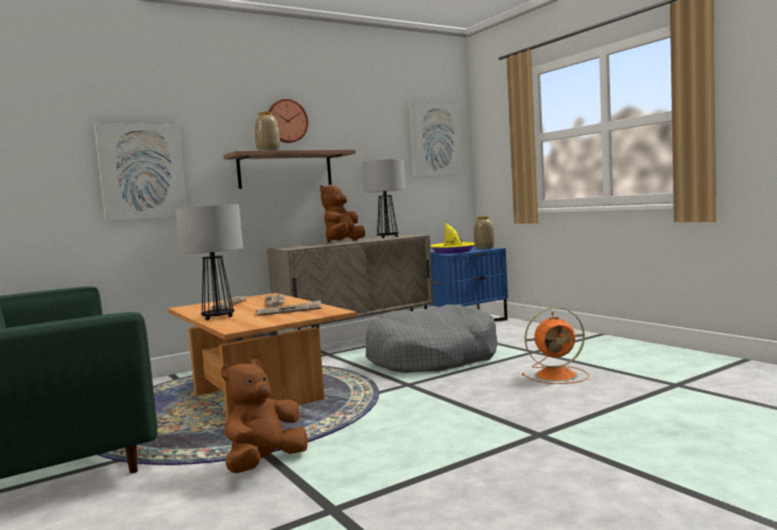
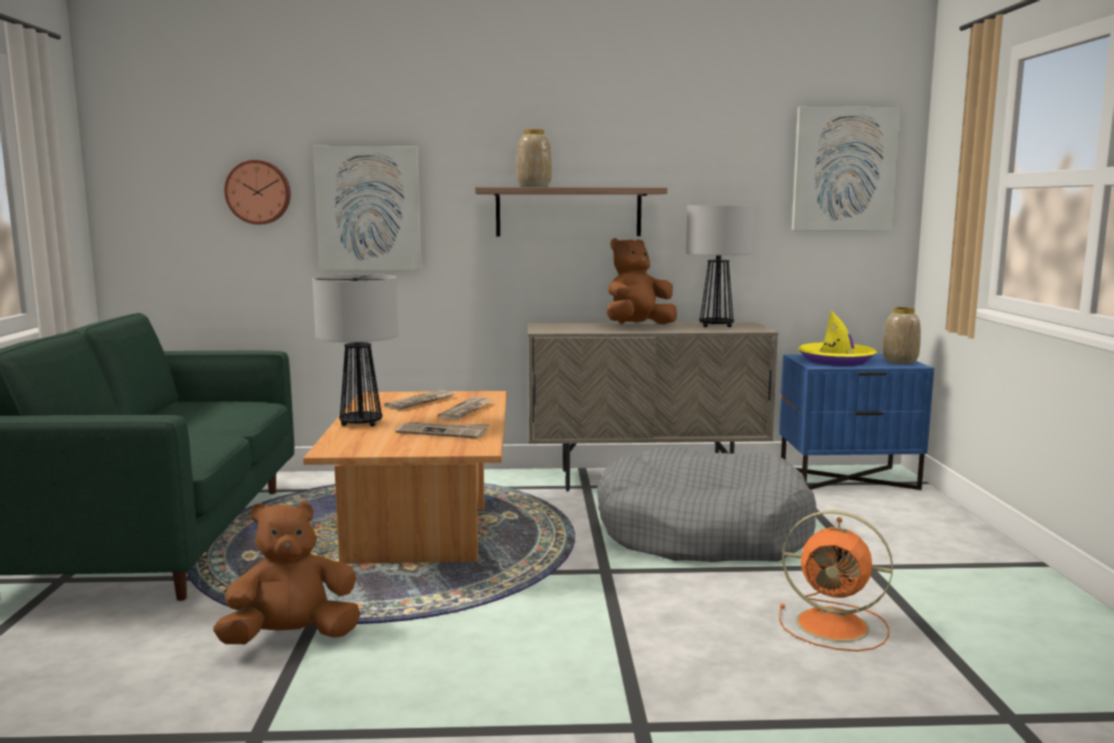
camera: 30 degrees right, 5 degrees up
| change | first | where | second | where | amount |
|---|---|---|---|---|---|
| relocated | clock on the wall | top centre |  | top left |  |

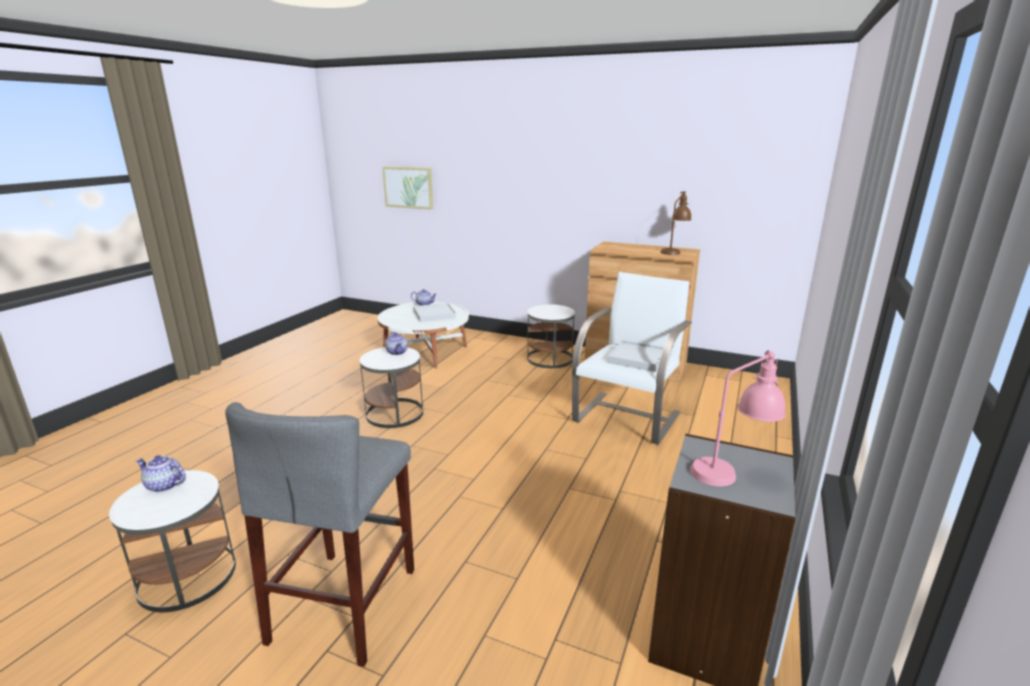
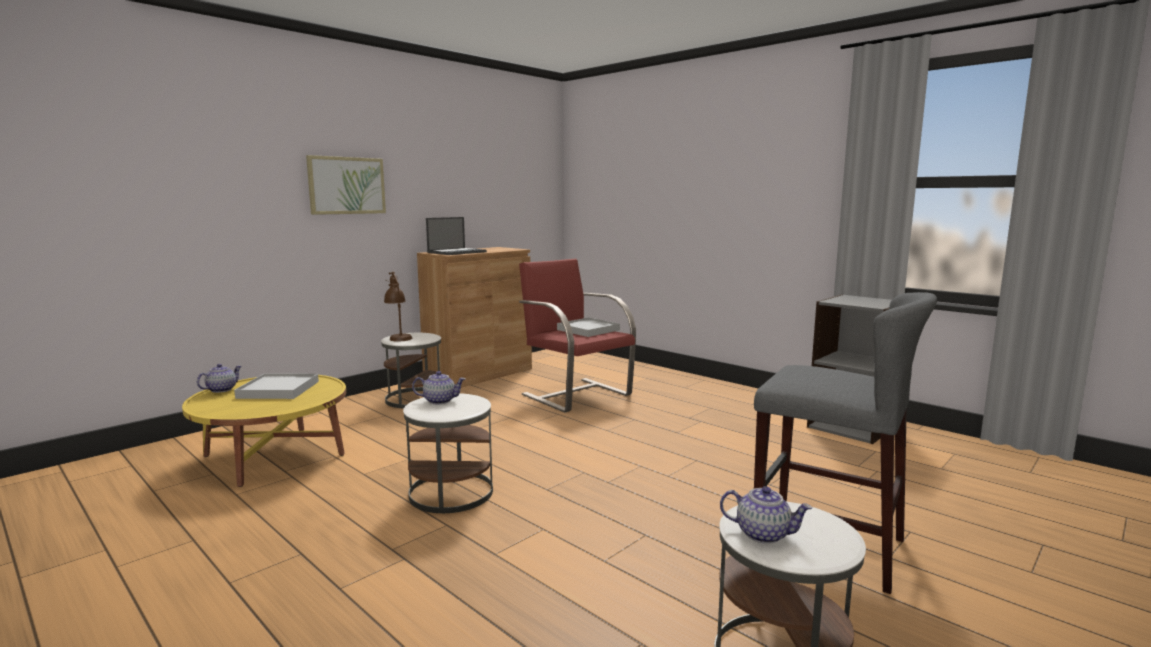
camera: 70 degrees left, 10 degrees down
| change | first | where | second | where | amount |
|---|---|---|---|---|---|
| missing | pink table lamp | middle right |  |  |  |
| appeared |  |  | notebook computer | centre |  |
| relocated | wall art | top centre |  | top left |  |
| relocated | brown table lamp | top centre |  | centre |  |
| colour | white-coloured coffee table | centre | yellow coffee table | middle left |  |
| colour | white-coloured easy chair | centre | reddish easy chair | centre |  |
| spun | tea pot (no. 1 from left in the first image) | bottom left | tea pot (no. 3 from left) | bottom centre | 105 degrees counterclockwise |

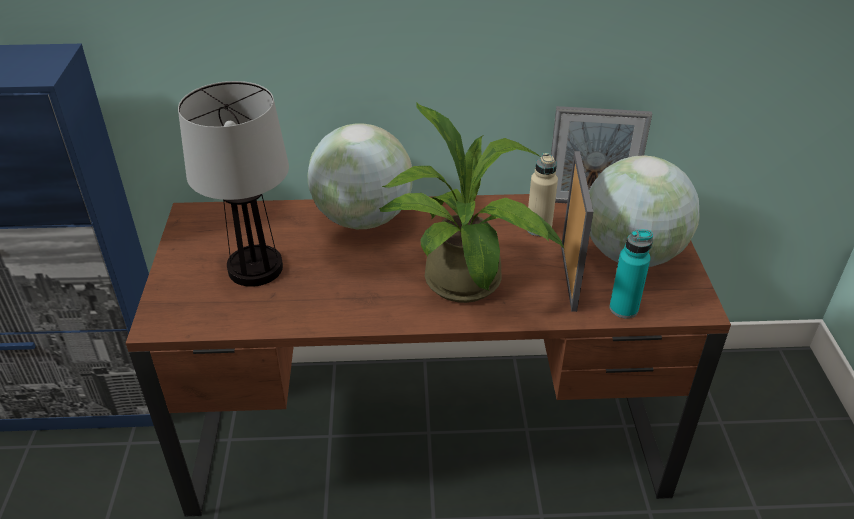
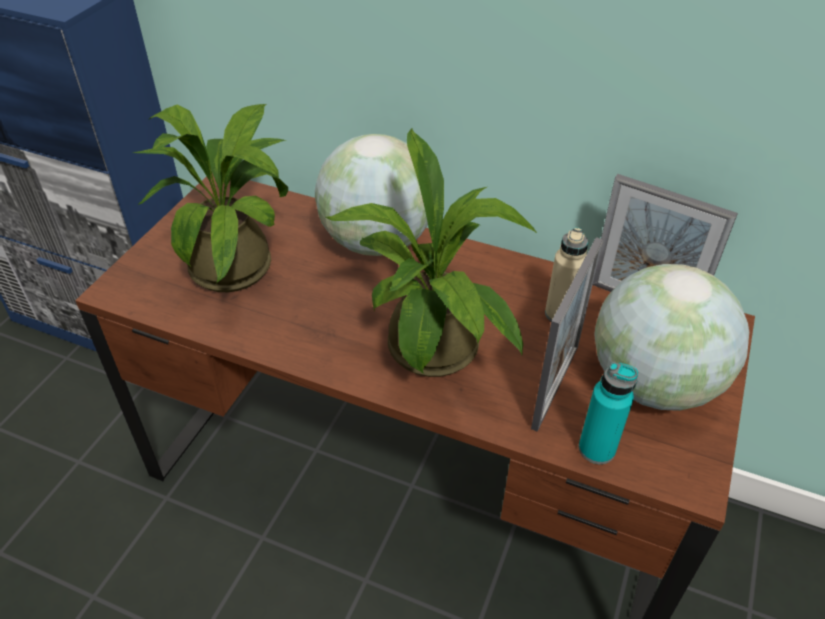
camera: 25 degrees right, 5 degrees up
| change | first | where | second | where | amount |
|---|---|---|---|---|---|
| exchanged | table lamp | middle left | plant in a pot (no. 1 from left) | top left |  |

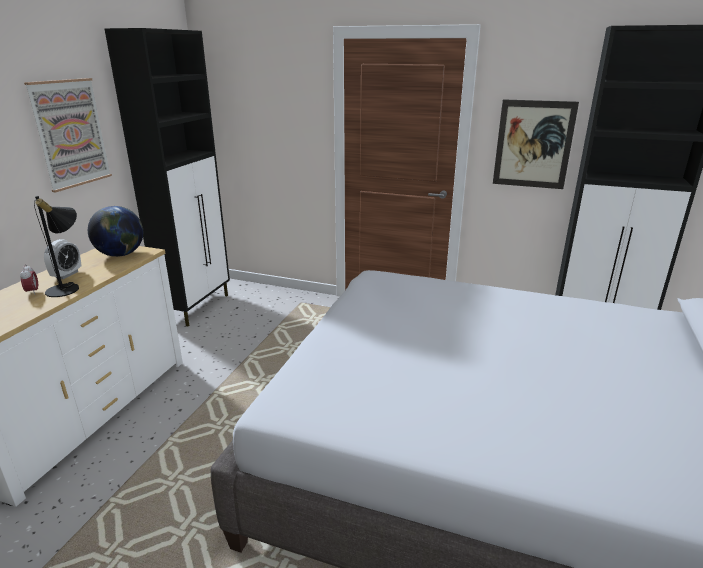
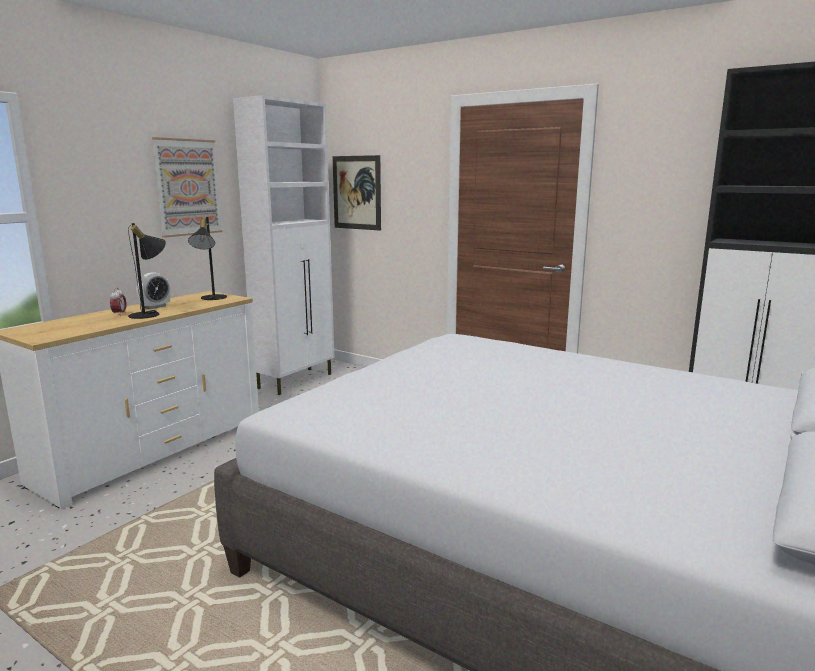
camera: 15 degrees right, 10 degrees down
| change | first | where | second | where | amount |
|---|---|---|---|---|---|
| relocated | wall art (no. 2 from left) | top right |  | top centre |  |
| exchanged | desk globe | middle left | blackish table lamp (no. 2 from left) | middle left |  |
| colour | blackish cabinet (no. 1 from left) | top left | white-coloured cabinet | centre |  |

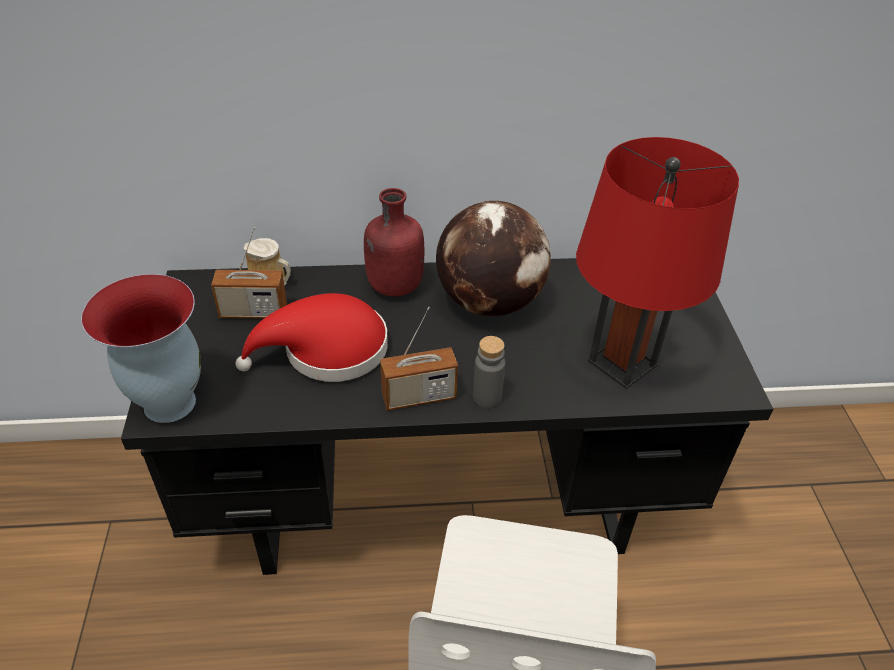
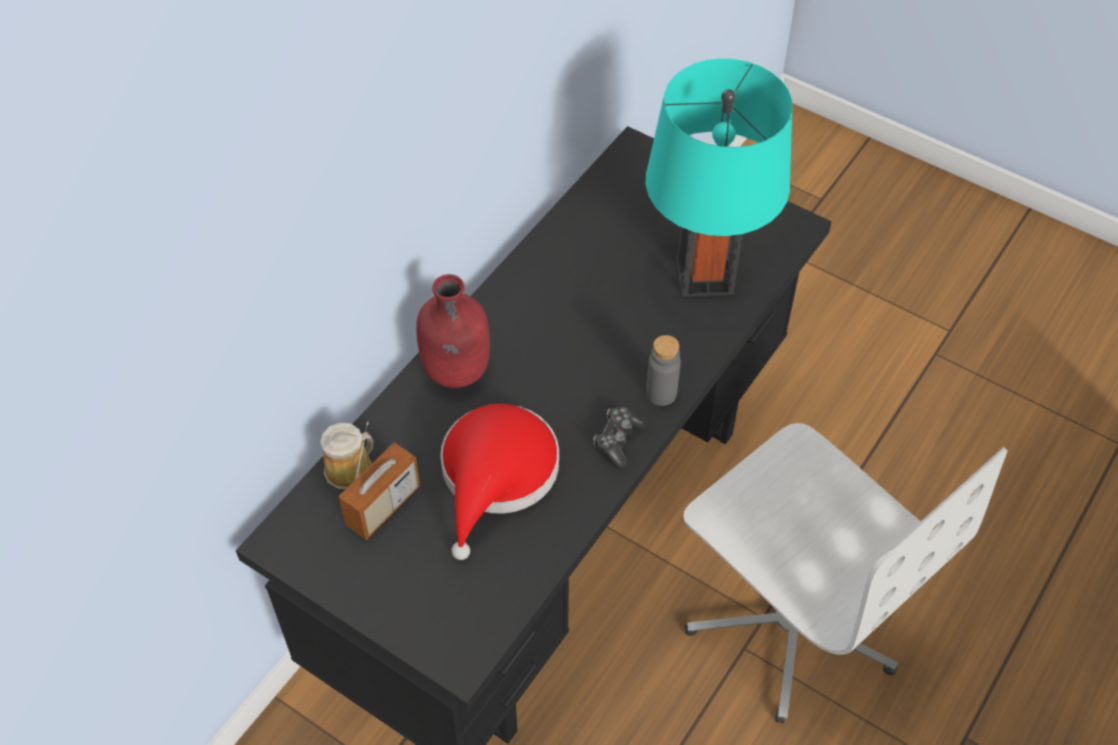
camera: 50 degrees left, 10 degrees up
| change | first | where | second | where | amount |
|---|---|---|---|---|---|
| missing | vase | middle left |  |  |  |
| missing | desk globe | centre |  |  |  |
| exchanged | radio receiver (no. 2 from left) | centre | joypad | centre |  |
| colour | reddish table lamp | middle right | turquoise-coloured table lamp | top centre |  |

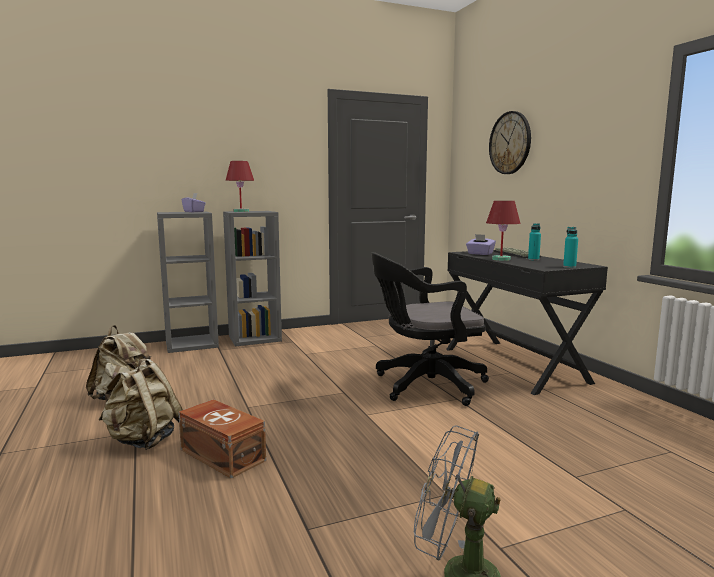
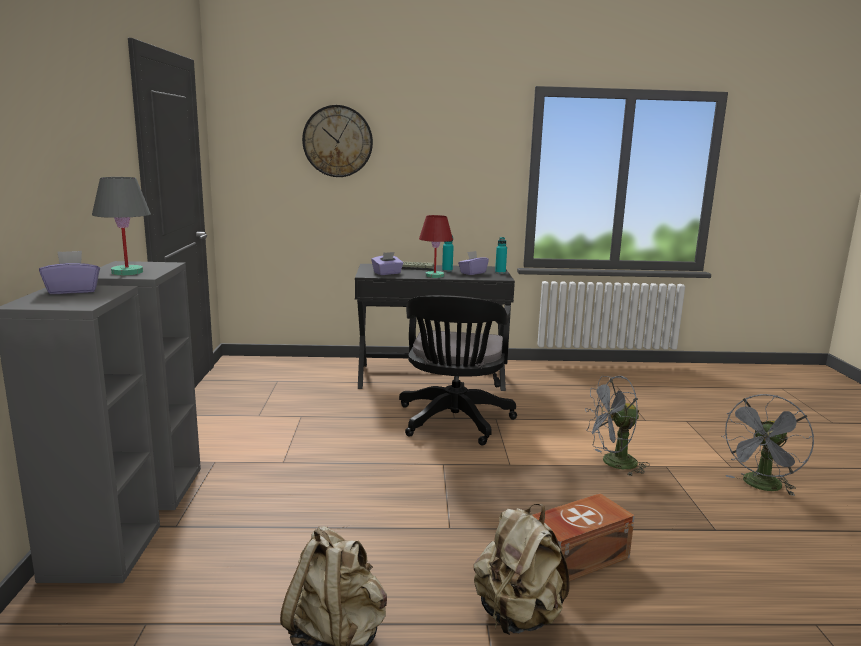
camera: 70 degrees left, 5 degrees up
| change | first | where | second | where | amount |
|---|---|---|---|---|---|
| appeared |  |  | purple-coloured tissue holder (no. 3 from left) | centre |  |
| appeared |  |  | gray electric fan (no. 1 from left) | middle right |  |
| colour | reddish table lamp (no. 1 from left) | top centre | gray table lamp | middle left |  |

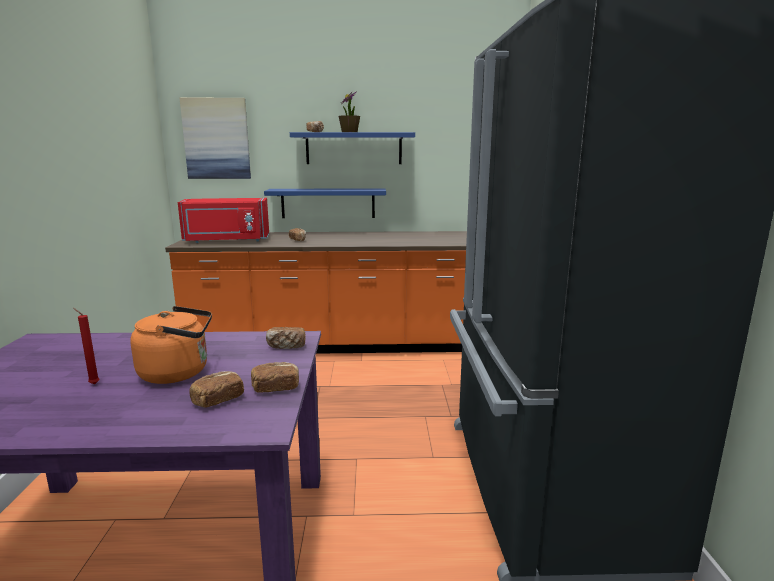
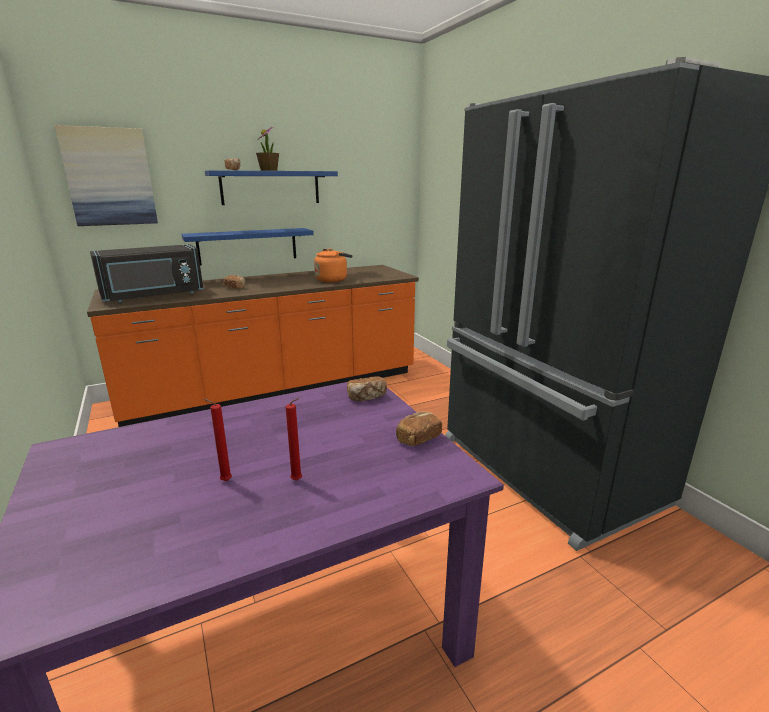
camera: 25 degrees left, 5 degrees up
| change | first | where | second | where | amount |
|---|---|---|---|---|---|
| missing | bakery bread (no. 1 from left) | bottom left |  |  |  |
| appeared |  |  | reddish candle (no. 2 from left) | centre |  |
| relocated | orange-coloured kettle | middle left |  | centre |  |
| colour | reddish microwave | middle left | blackish microwave | middle left |  |

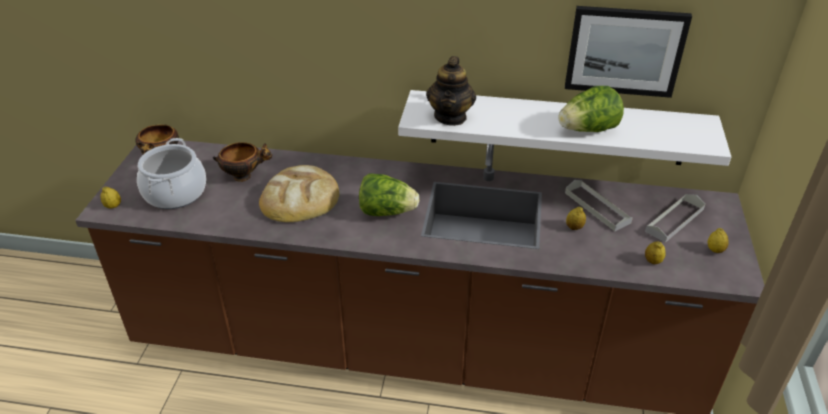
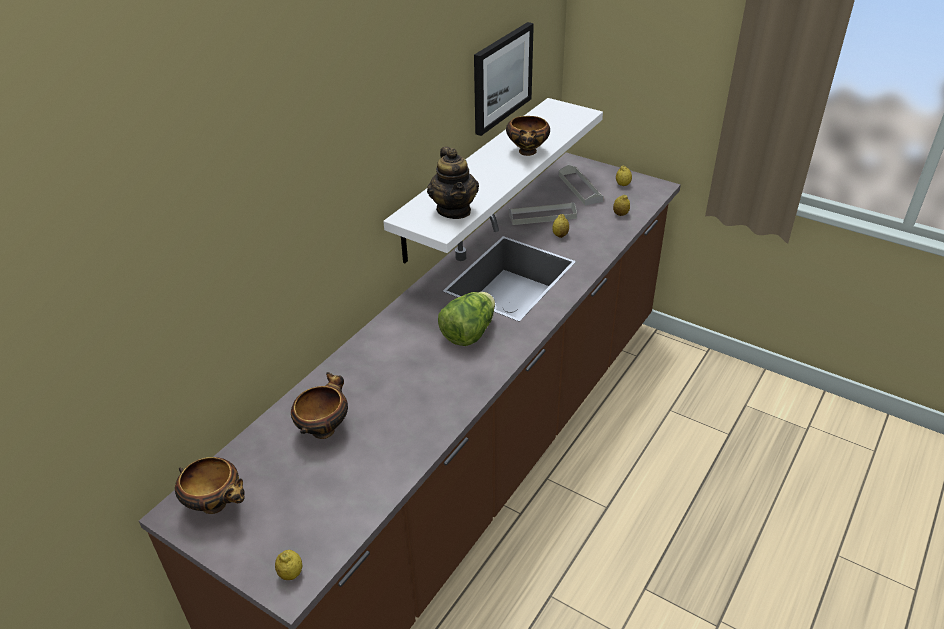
camera: 65 degrees left, 0 degrees up
| change | first | where | second | where | amount |
|---|---|---|---|---|---|
| missing | saucepot | middle left |  |  |  |
| missing | bakery bread | centre |  |  |  |
| exchanged | lettuce head (no. 2 from left) | top right | bowl (no. 3 from left) | top centre |  |
| spun | tea pot | top centre |  | top centre | 45 degrees clockwise |

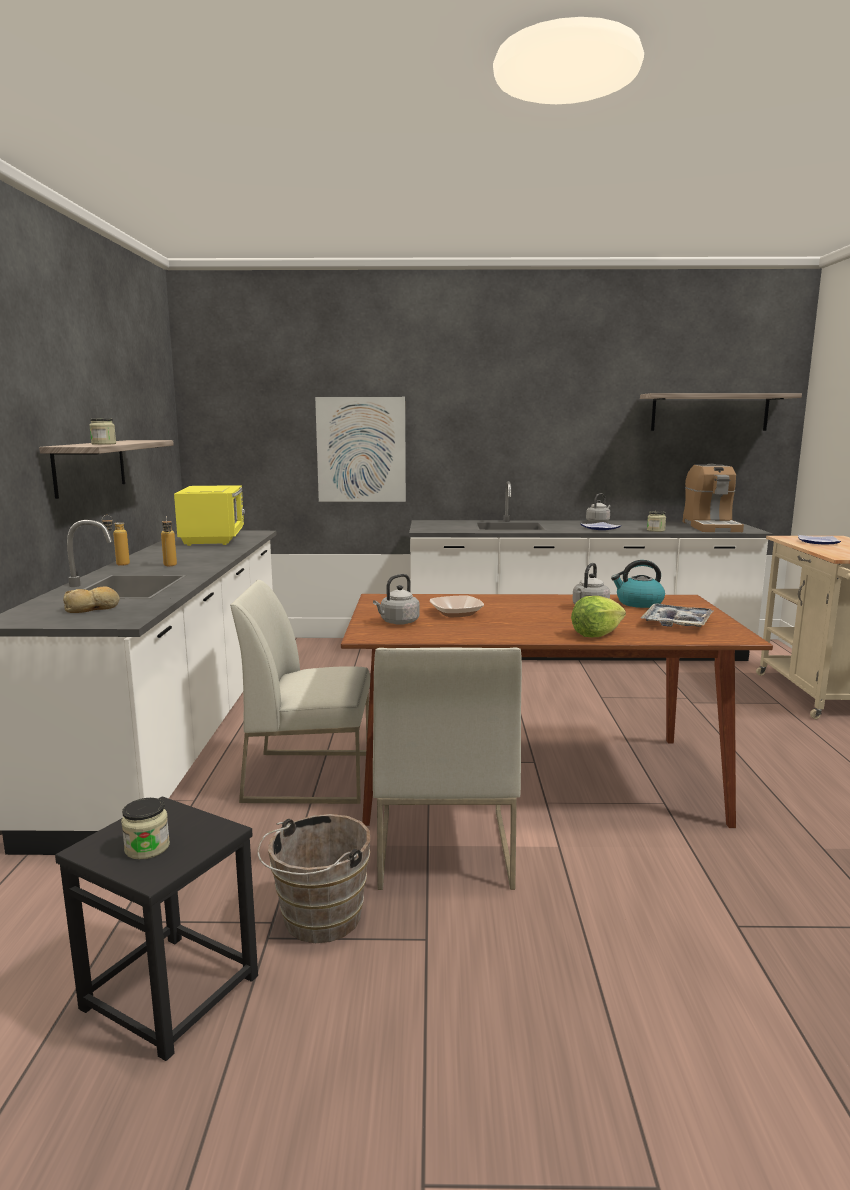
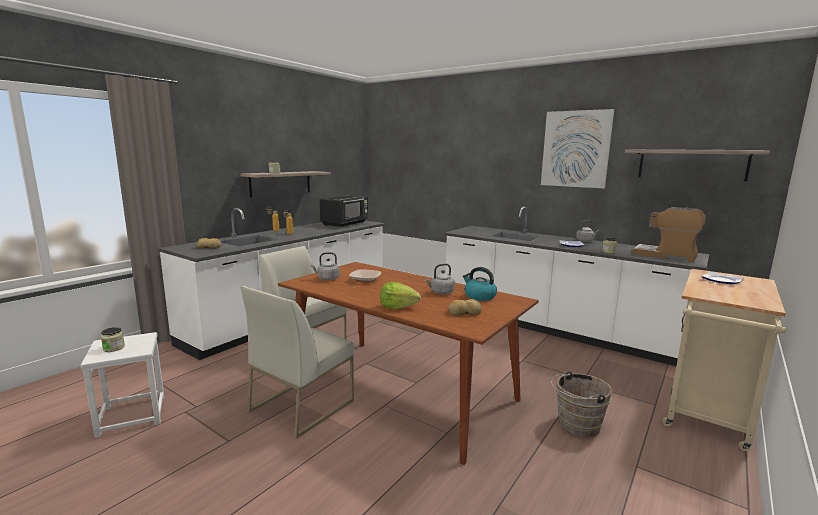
camera: 35 degrees right, 0 degrees up
| change | first | where | second | where | amount |
|---|---|---|---|---|---|
| relocated | brown pail | bottom centre |  | bottom right |  |
| relocated | wall art | centre |  | top right |  |
| exchanged | carrying tray | middle right | bakery bread (no. 2 from left) | centre |  |
| colour | blackish stool | bottom left | white-coloured stool | bottom left |  |
| colour | yellow microwave | middle left | blackish microwave | centre |  |
| spun | coffee machine | middle right |  | middle right | 90 degrees clockwise |

